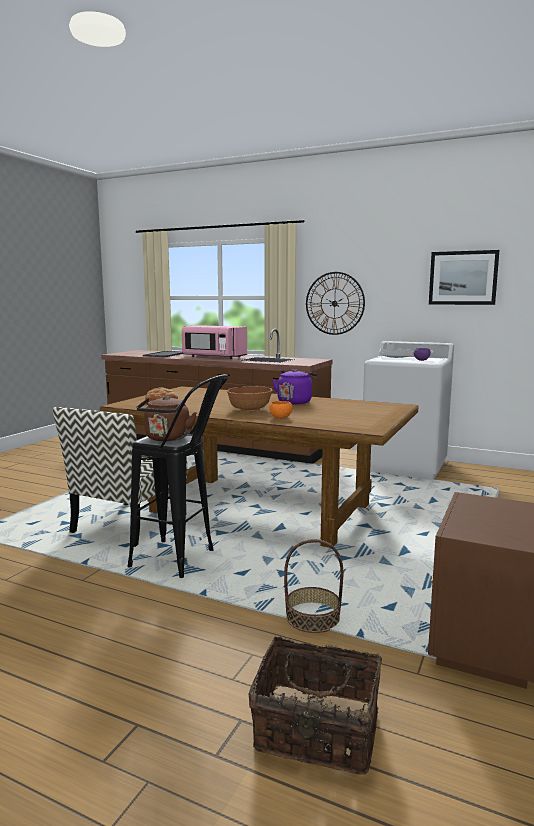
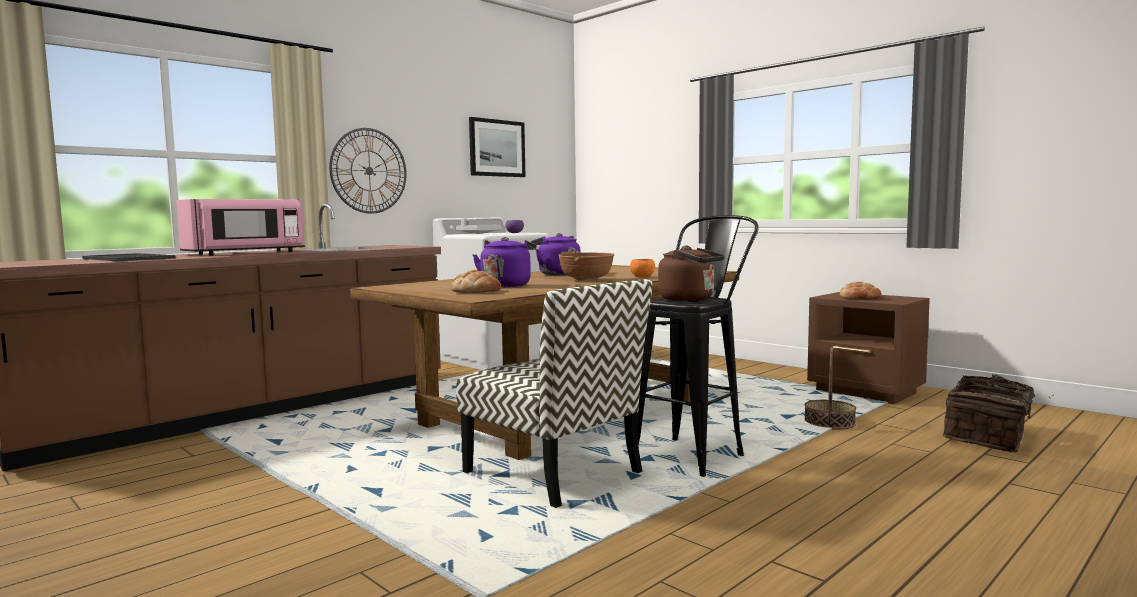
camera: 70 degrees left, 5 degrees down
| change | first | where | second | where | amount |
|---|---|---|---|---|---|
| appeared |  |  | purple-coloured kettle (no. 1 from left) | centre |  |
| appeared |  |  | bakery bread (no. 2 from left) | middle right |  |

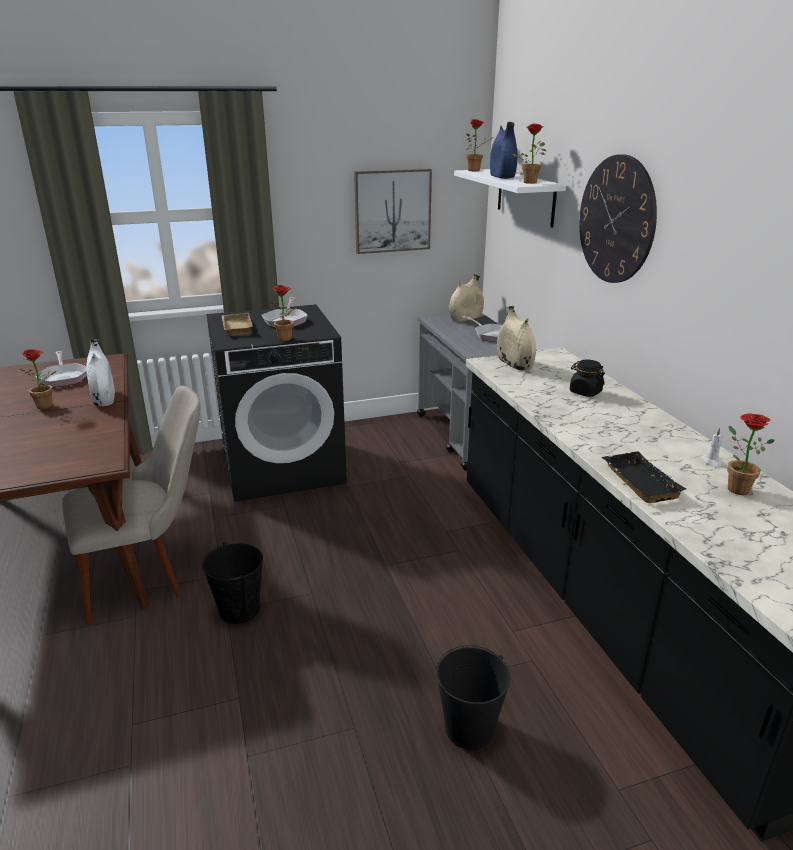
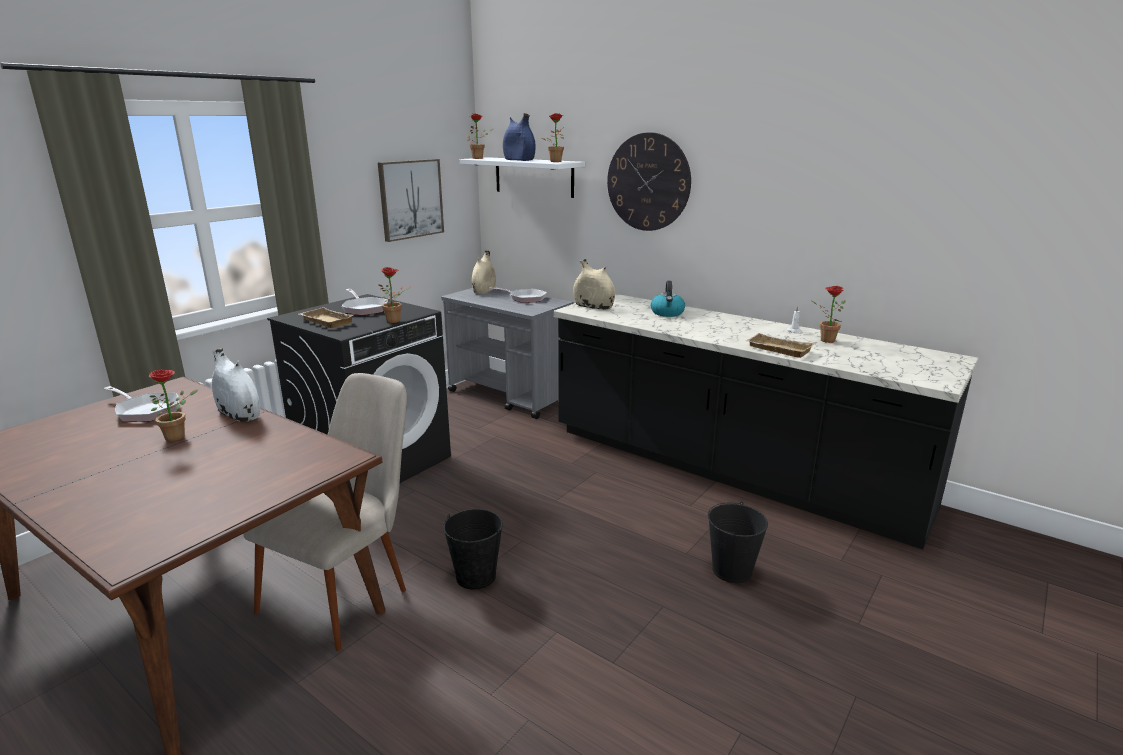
camera: 35 degrees left, 5 degrees down
| change | first | where | second | where | amount |
|---|---|---|---|---|---|
| exchanged | blackish preserve jar | middle right | kettle | centre |  |
| colour | blackish carrying tray | middle right | beige-coloured carrying tray (no. 2 from left) | middle right |  |

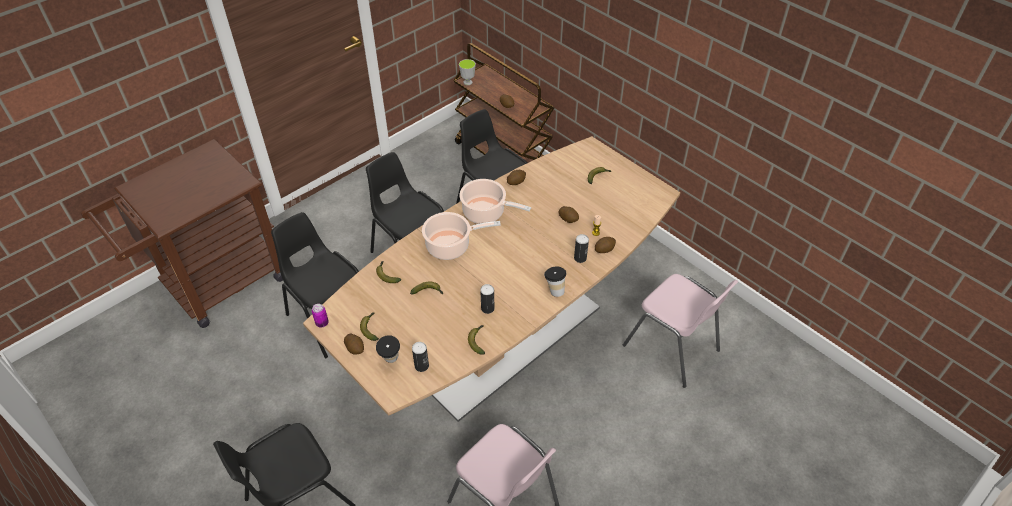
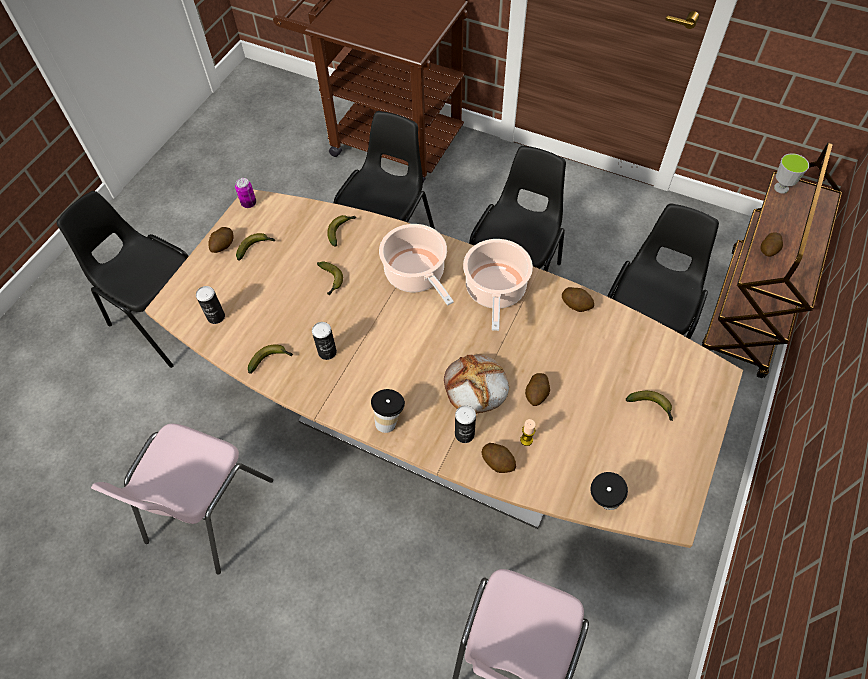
camera: 70 degrees right, 10 degrees up
| change | first | where | second | where | amount |
|---|---|---|---|---|---|
| appeared |  |  | bakery bread | centre |  |
| relocated | drinking cup (no. 1 from left in the first image) | bottom centre | drinking cup (no. 2 from left) | bottom right |  |

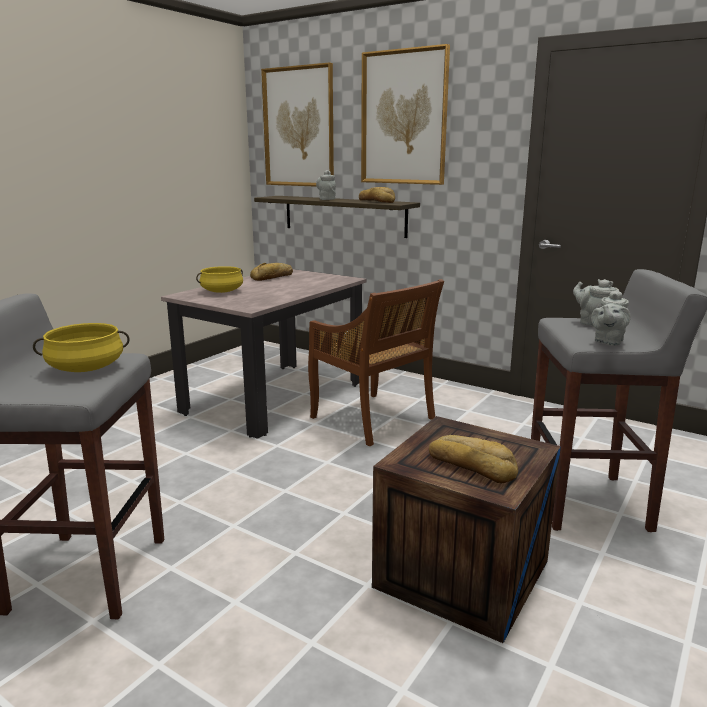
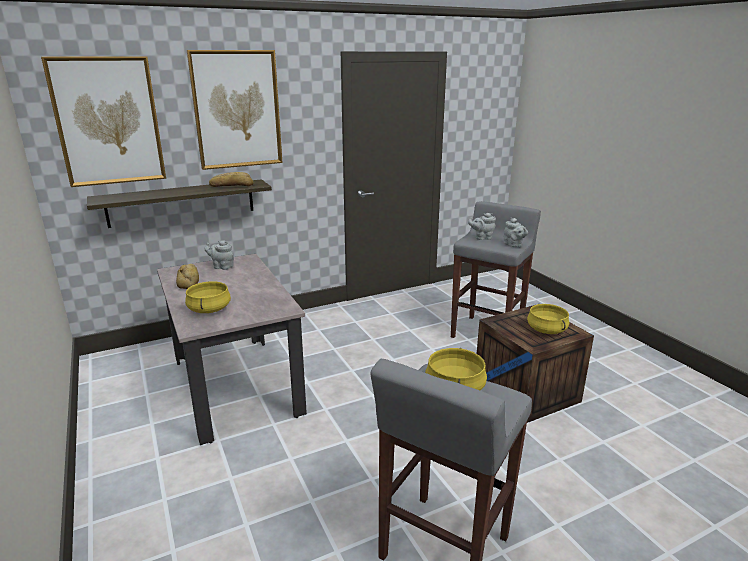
camera: 60 degrees left, 5 degrees up
| change | first | where | second | where | amount |
|---|---|---|---|---|---|
| missing | brown chair | centre |  |  |  |
| relocated | gray tea pot (no. 1 from left) | top centre |  | middle left |  |
| exchanged | bakery bread (no. 3 from left) | middle right | yellow saucepot (no. 3 from left) | middle right |  |

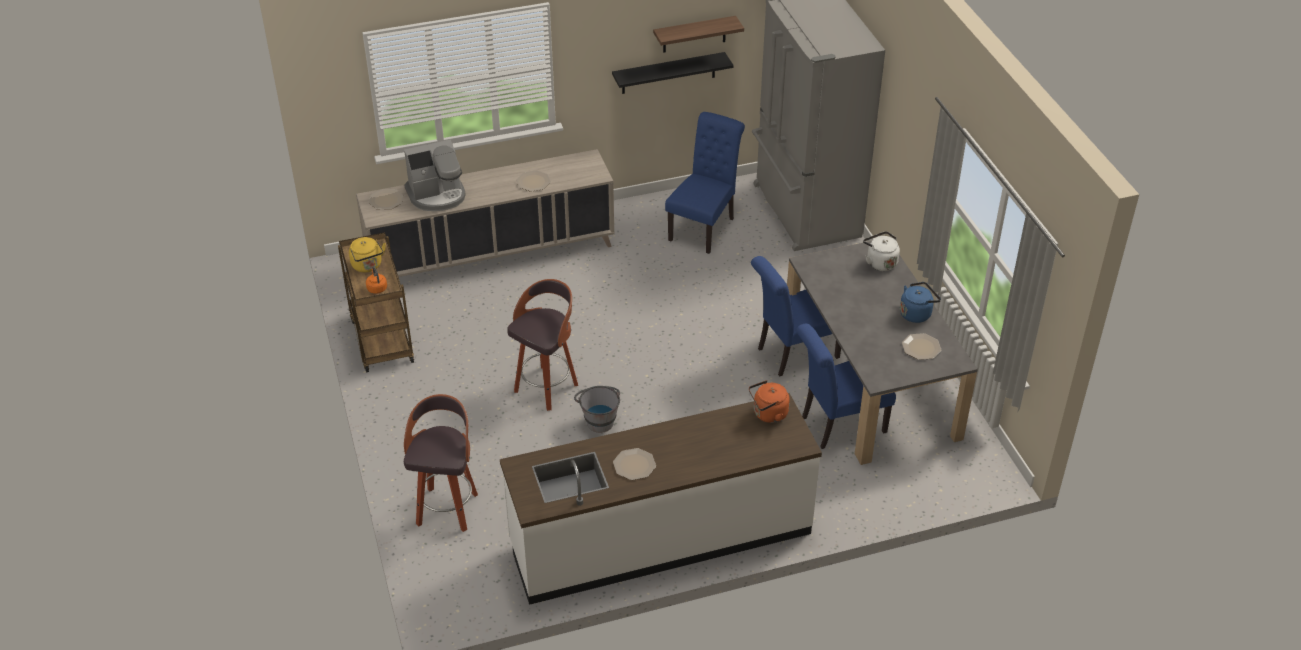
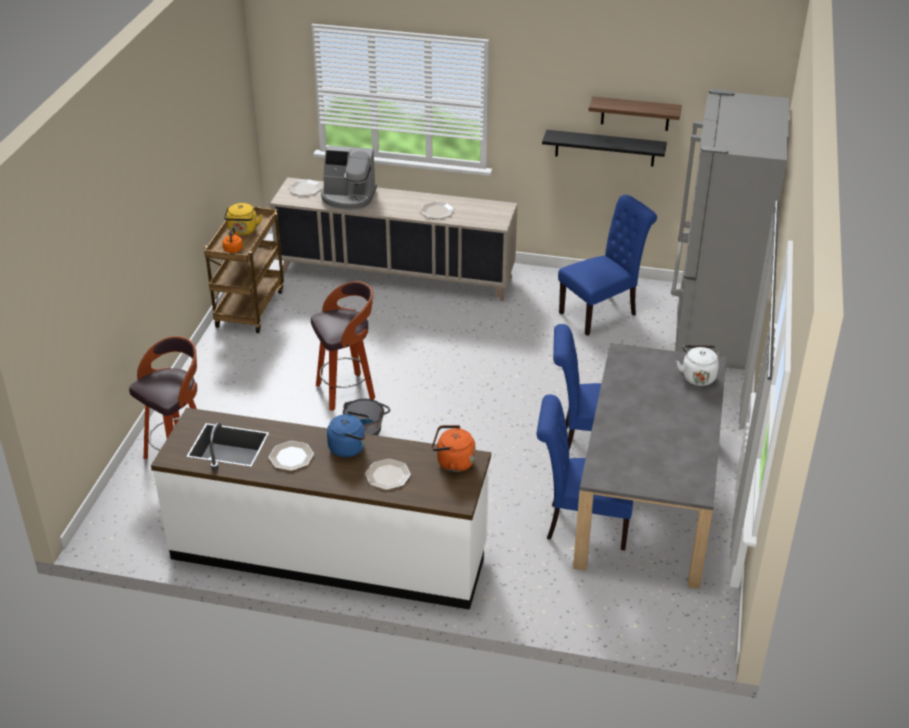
camera: 30 degrees right, 5 degrees down
| change | first | where | second | where | amount |
|---|---|---|---|---|---|
| relocated | bluish kettle | middle right |  | centre |  |
| relocated | dinner plate (no. 4 from left in the first image) | middle right | dinner plate (no. 3 from left) | centre |  |

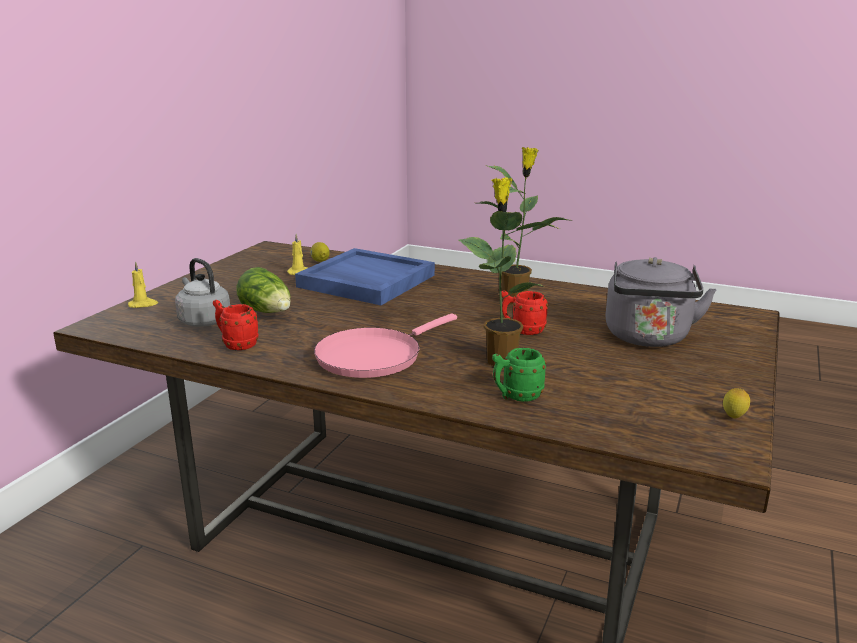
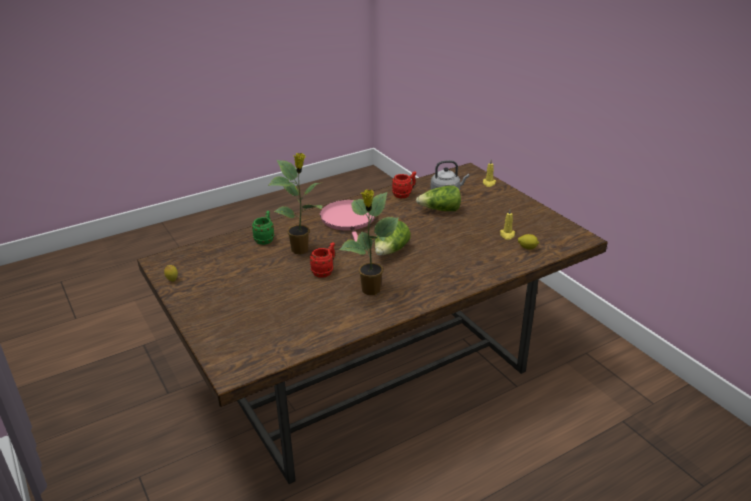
camera: 125 degrees right, 10 degrees up
| change | first | where | second | where | amount |
|---|---|---|---|---|---|
| missing | bluish carrying tray | centre |  |  |  |
| missing | gray kettle (no. 2 from left) | middle right |  |  |  |
| appeared |  |  | lettuce head (no. 1 from left) | centre |  |

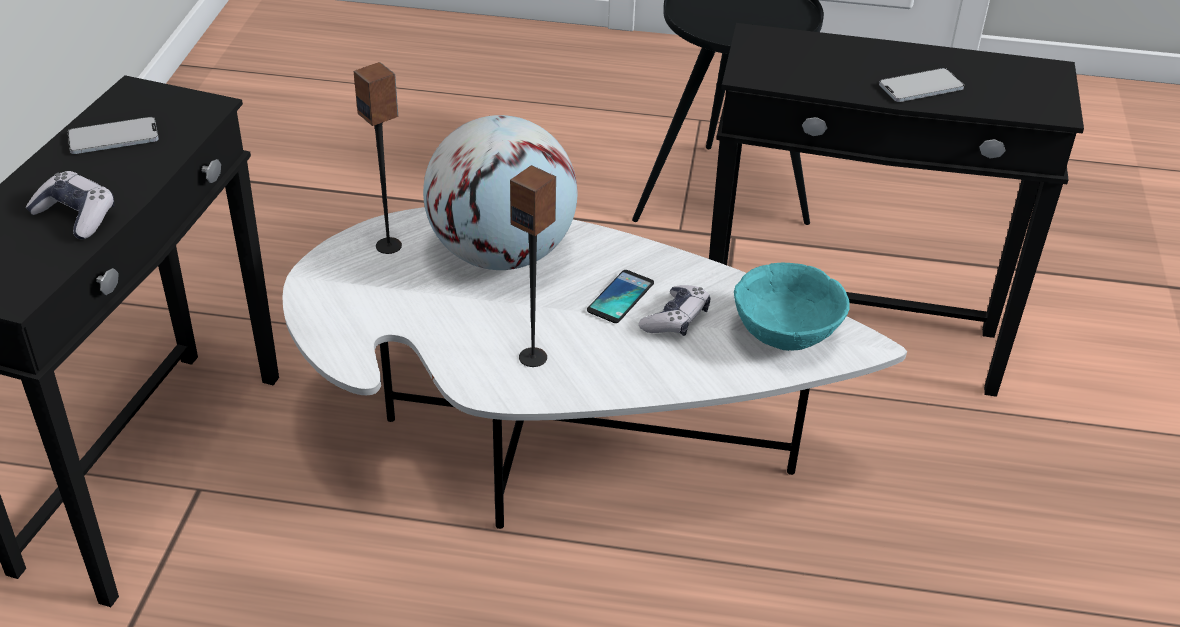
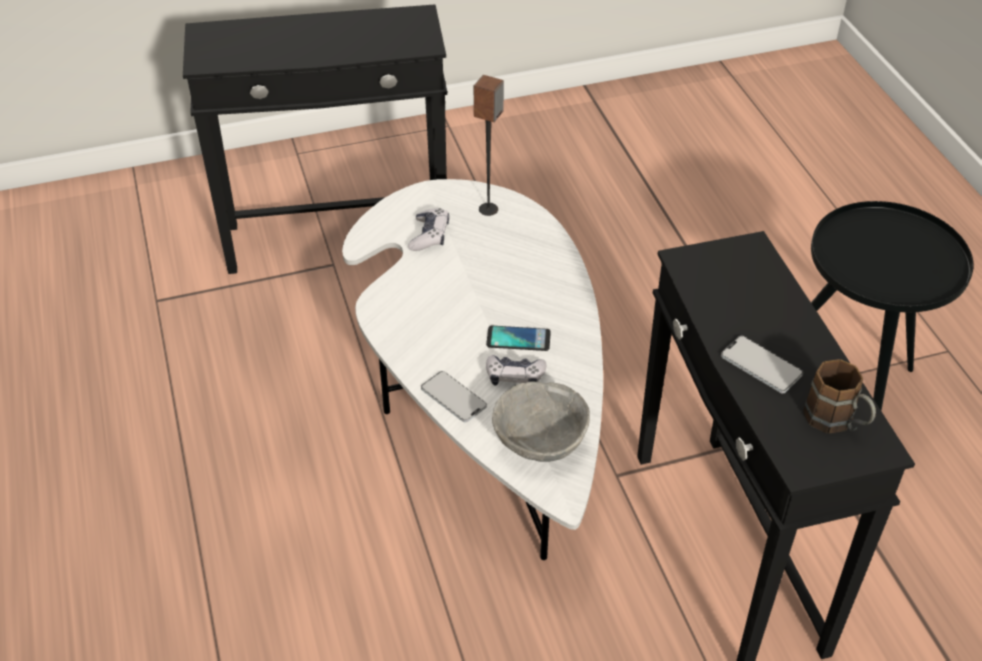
camera: 65 degrees right, 5 degrees up
| change | first | where | second | where | amount |
|---|---|---|---|---|---|
| missing | desk globe | top centre |  |  |  |
| missing | loudspeaker (no. 2 from left) | centre |  |  |  |
| appeared |  |  | brown tea mug | middle right |  |
| relocated | joypad (no. 1 from left) | top left |  | centre |  |
| relocated | phone (no. 1 from left) | top left |  | centre |  |
| colour | turquoise-coloured bowl | middle right | gray bowl | centre |  |

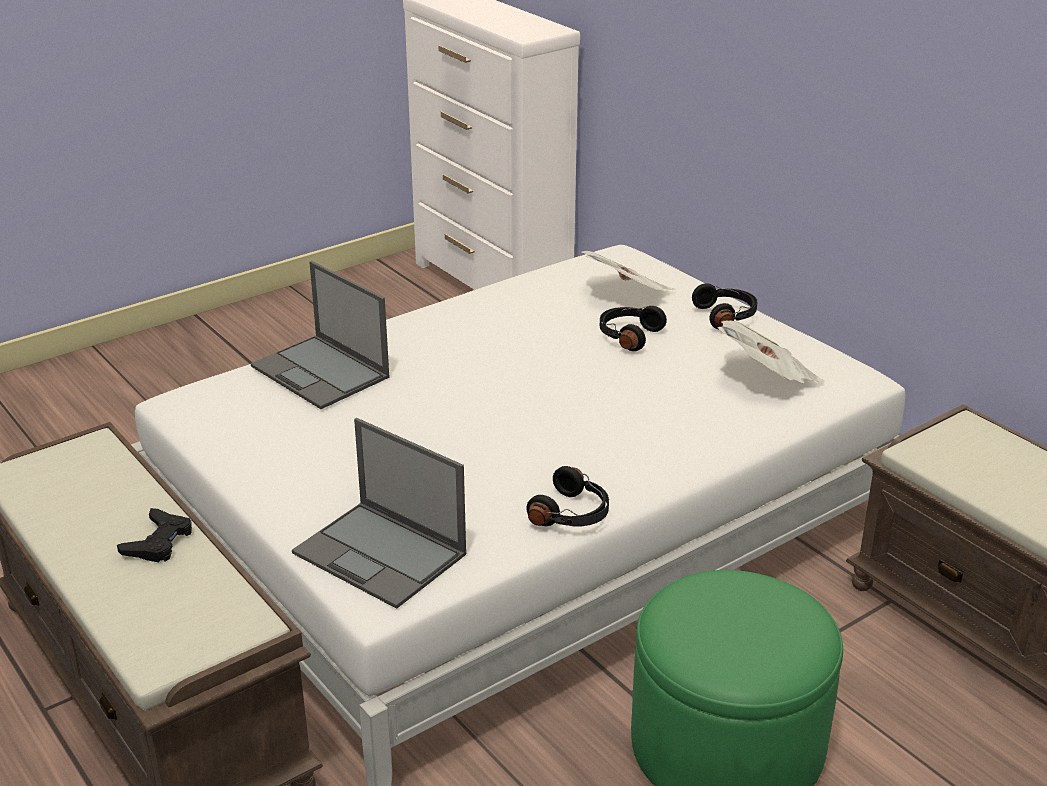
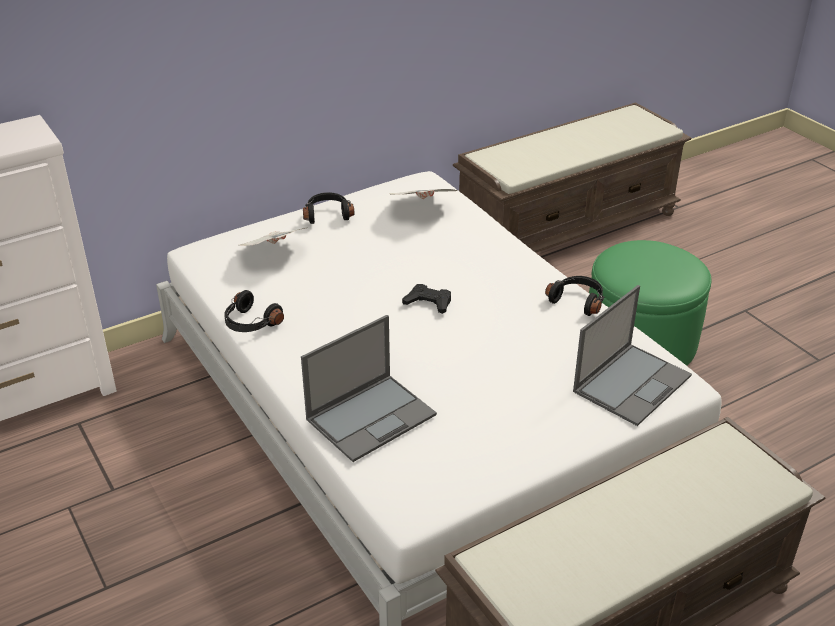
camera: 85 degrees left, 5 degrees up
| change | first | where | second | where | amount |
|---|---|---|---|---|---|
| relocated | blackish joypad | bottom left |  | centre |  |
| relocated | blackish headphones (no. 2 from left in the first image) | centre | blackish headphones (no. 1 from left) | middle left |  |

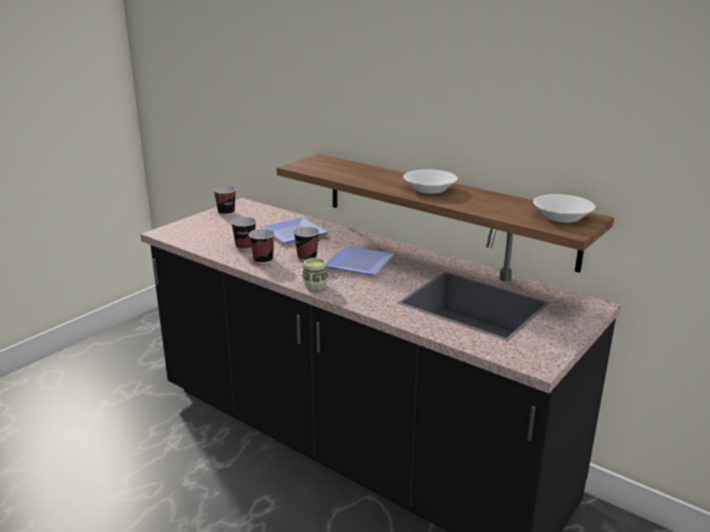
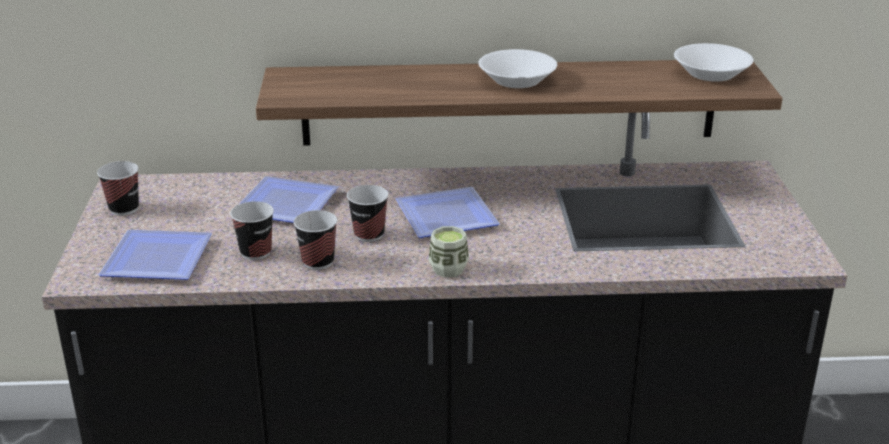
camera: 40 degrees left, 5 degrees up
| change | first | where | second | where | amount |
|---|---|---|---|---|---|
| appeared |  |  | dinner plate (no. 1 from left) | middle left |  |

